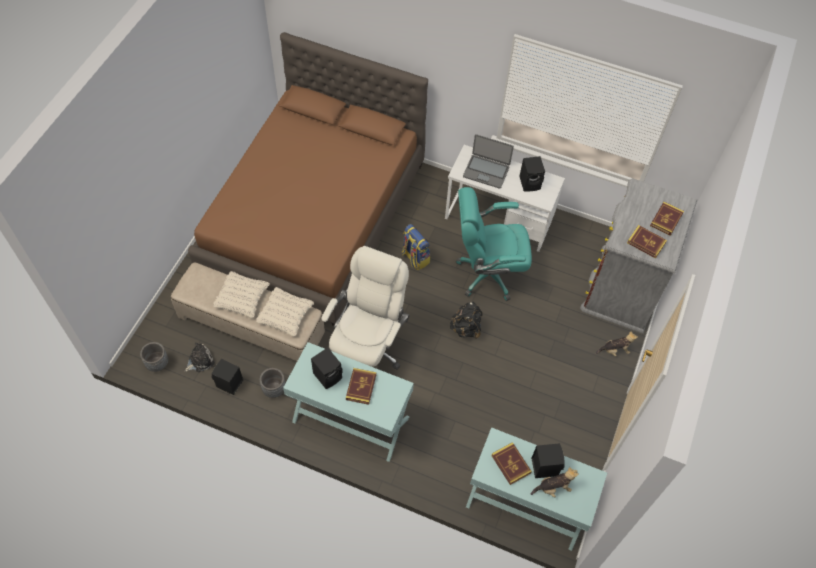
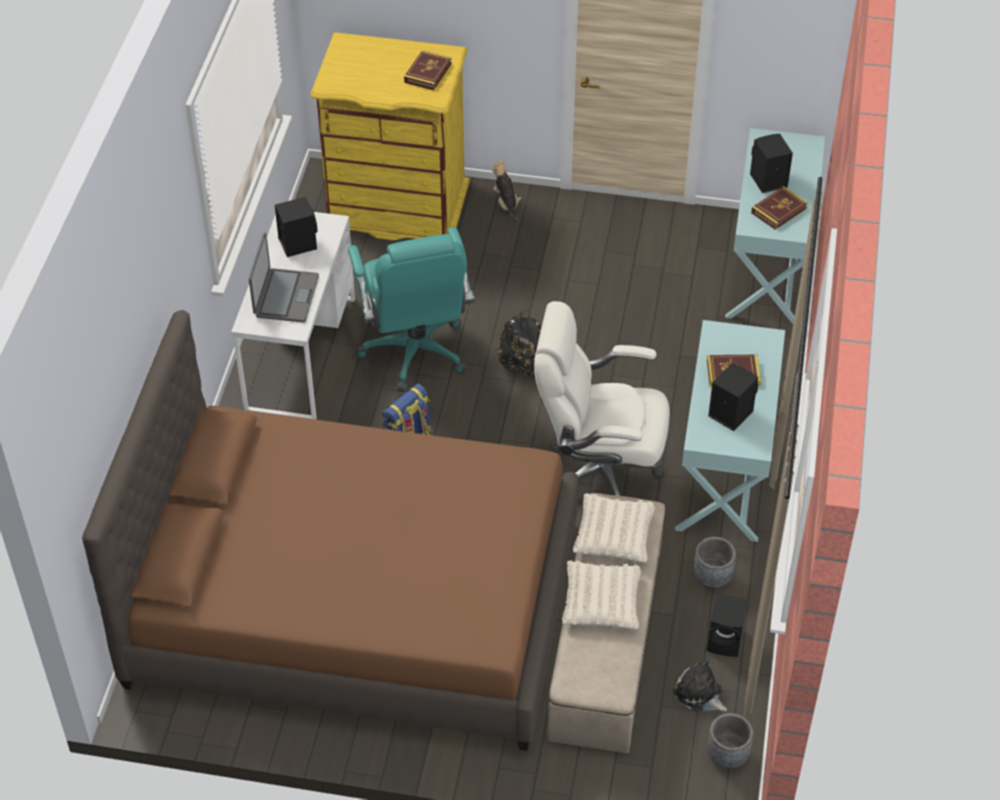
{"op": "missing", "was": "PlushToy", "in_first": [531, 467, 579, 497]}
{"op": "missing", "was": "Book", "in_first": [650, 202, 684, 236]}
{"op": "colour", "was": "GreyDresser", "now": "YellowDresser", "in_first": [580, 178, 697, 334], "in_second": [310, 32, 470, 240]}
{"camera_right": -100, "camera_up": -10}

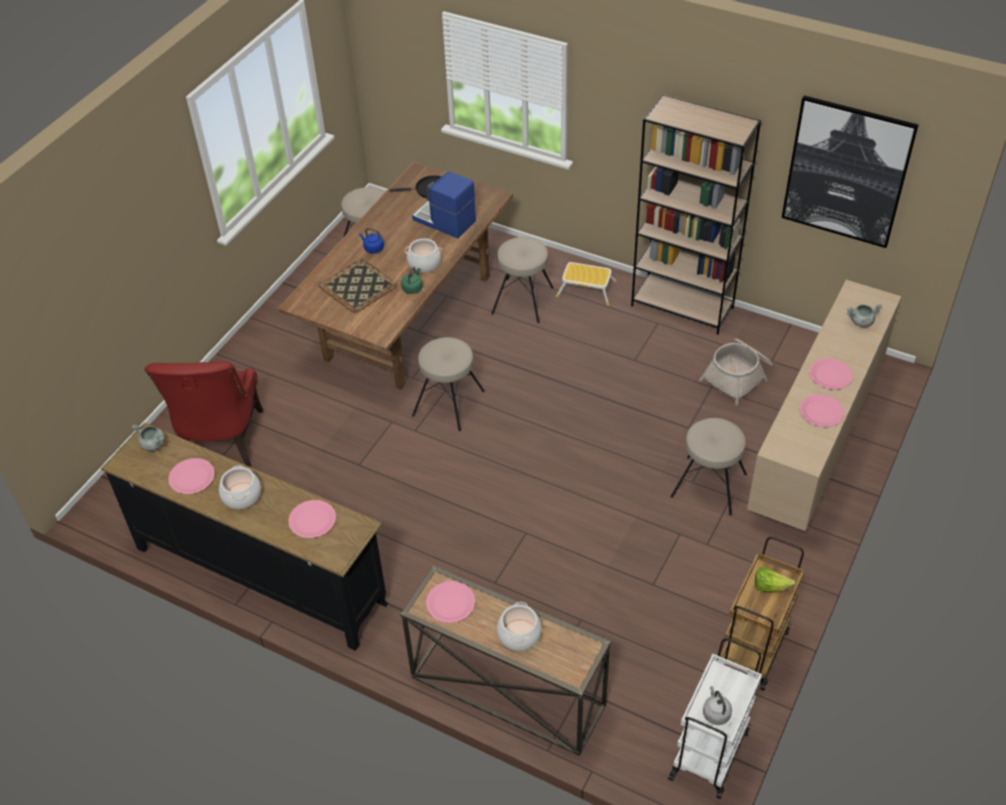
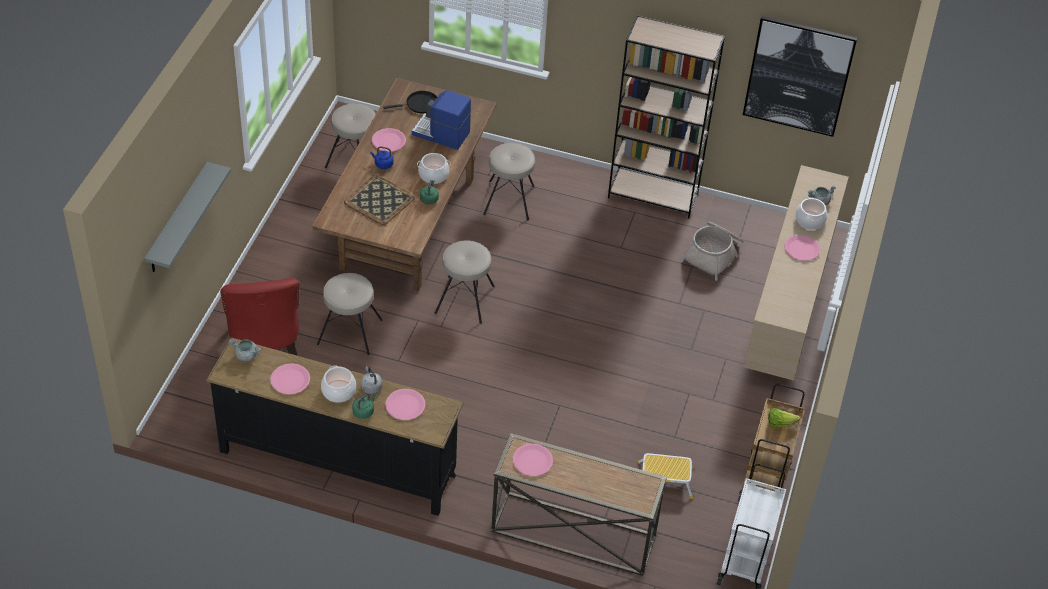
{"op": "appeared", "now": "GreyShelf", "in_second": [144, 162, 231, 272]}
{"op": "appeared", "now": "GreenKettle", "in_second": [352, 393, 376, 419]}
{"op": "relocated", "was": "CookingPot", "in_first": [497, 602, 542, 651], "in_second": [795, 197, 827, 230]}
{"op": "relocated", "was": "YellowStepLadder", "in_first": [556, 262, 617, 306], "in_second": [637, 453, 694, 499]}
{"op": "relocated", "was": "BeigeStool", "in_first": [671, 418, 747, 516], "in_second": [317, 273, 382, 355]}
{"op": "relocated", "was": "GreyKettle", "in_first": [703, 686, 732, 725], "in_second": [361, 366, 382, 394]}
{"op": "relocated", "was": "PinkPlate", "in_first": [800, 394, 844, 427], "in_second": [372, 128, 406, 152]}
{"camera_right": -15, "camera_up": 0}

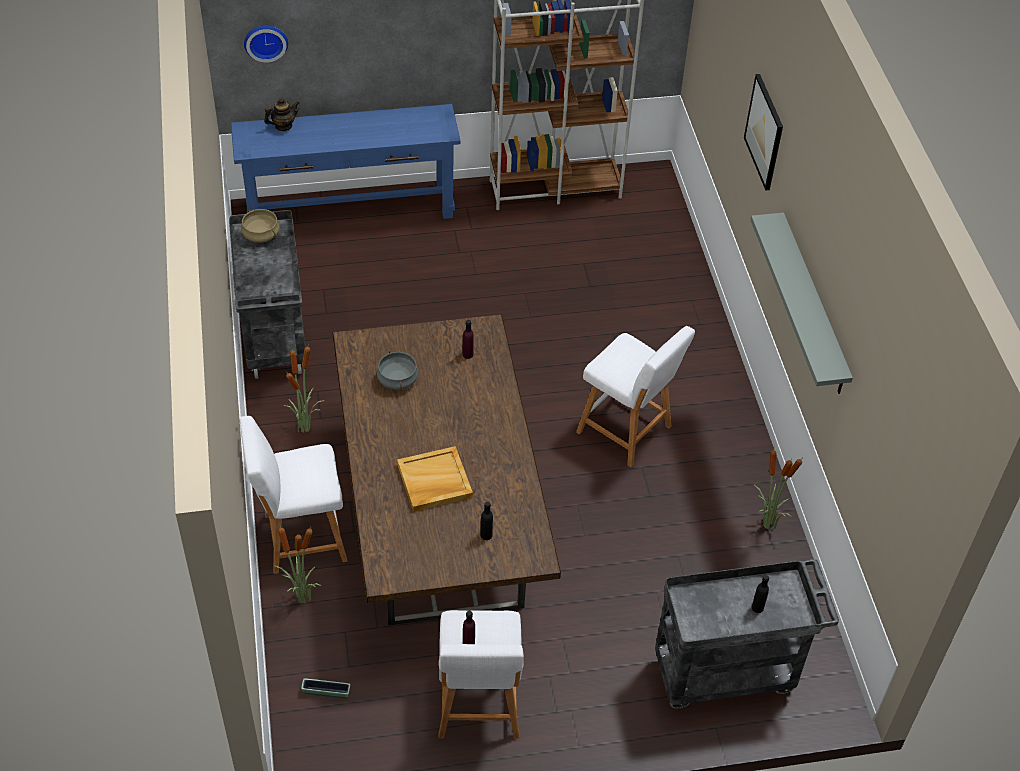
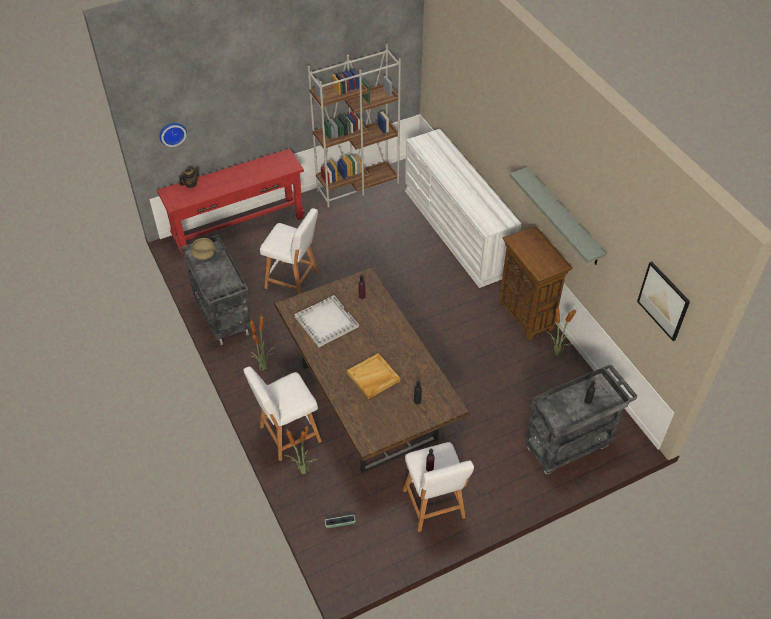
{"op": "appeared", "now": "WhiteDresser", "in_second": [405, 129, 522, 288]}
{"op": "appeared", "now": "BrownCabinet", "in_second": [499, 225, 573, 340]}
{"op": "relocated", "was": "WhiteStool", "in_first": [576, 326, 695, 467], "in_second": [260, 208, 318, 294]}
{"op": "relocated", "was": "Picture", "in_first": [744, 74, 783, 191], "in_second": [637, 261, 690, 341]}
{"op": "exchanged", "was": "GreyCookingPot", "now": "WhiteTray", "in_first": [377, 351, 419, 390], "in_second": [295, 295, 359, 347]}
{"op": "colour", "was": "BlueConsoleTable", "now": "RedConsoleTable", "in_first": [231, 104, 461, 219], "in_second": [157, 148, 304, 258]}
{"camera_right": -15, "camera_up": 0}

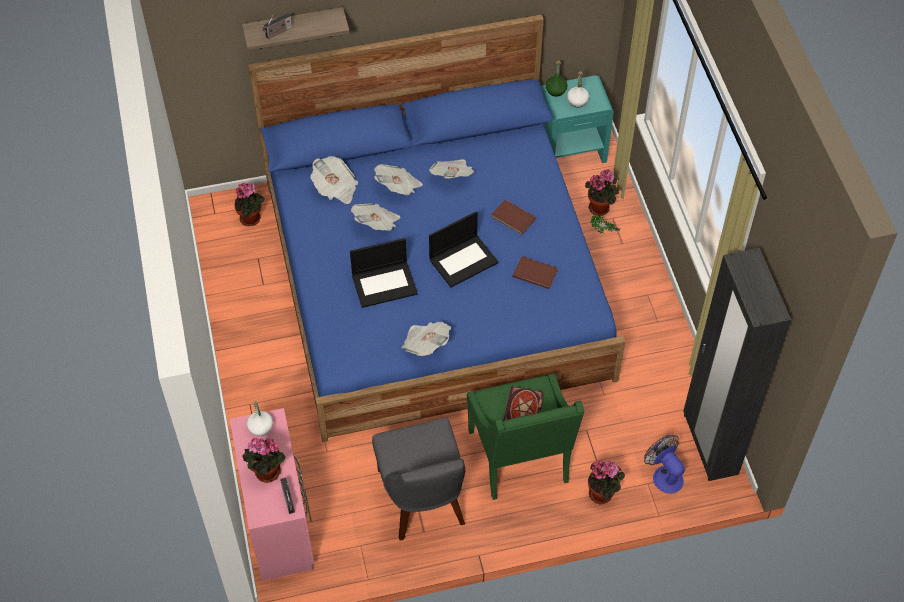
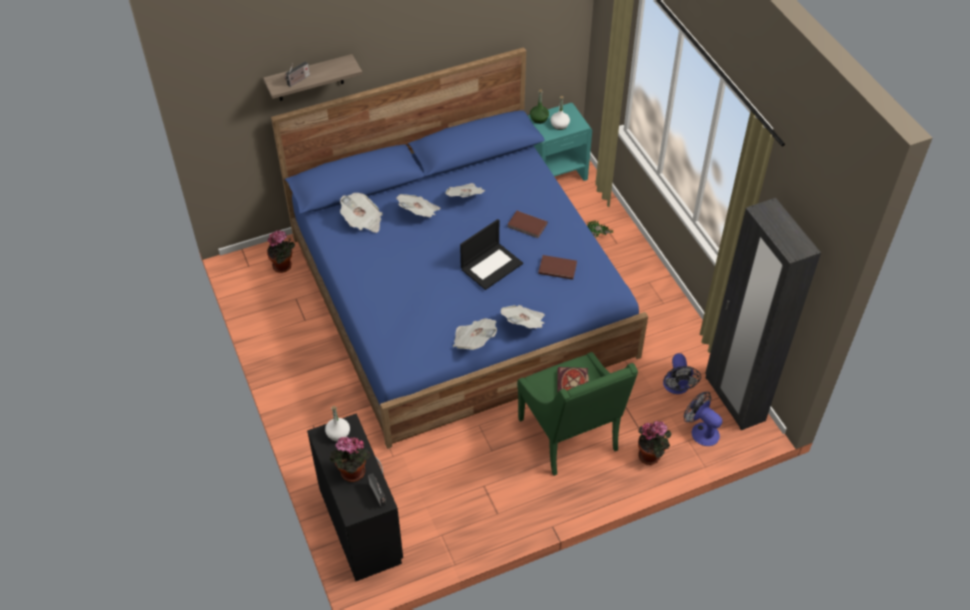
{"op": "missing", "was": "Laptop", "in_first": [350, 238, 418, 308]}
{"op": "missing", "was": "GreyChair", "in_first": [372, 418, 465, 541]}
{"op": "missing", "was": "PottedPlant", "in_first": [585, 169, 619, 216]}
{"op": "appeared", "now": "Fan", "in_second": [663, 353, 701, 394]}
{"op": "relocated", "was": "Newspaper", "in_first": [351, 204, 400, 231], "in_second": [501, 305, 545, 328]}
{"op": "colour", "was": "PinkDresser", "now": "BlackDresser", "in_first": [230, 408, 314, 581], "in_second": [307, 414, 403, 581]}
{"camera_right": -10, "camera_up": -5}

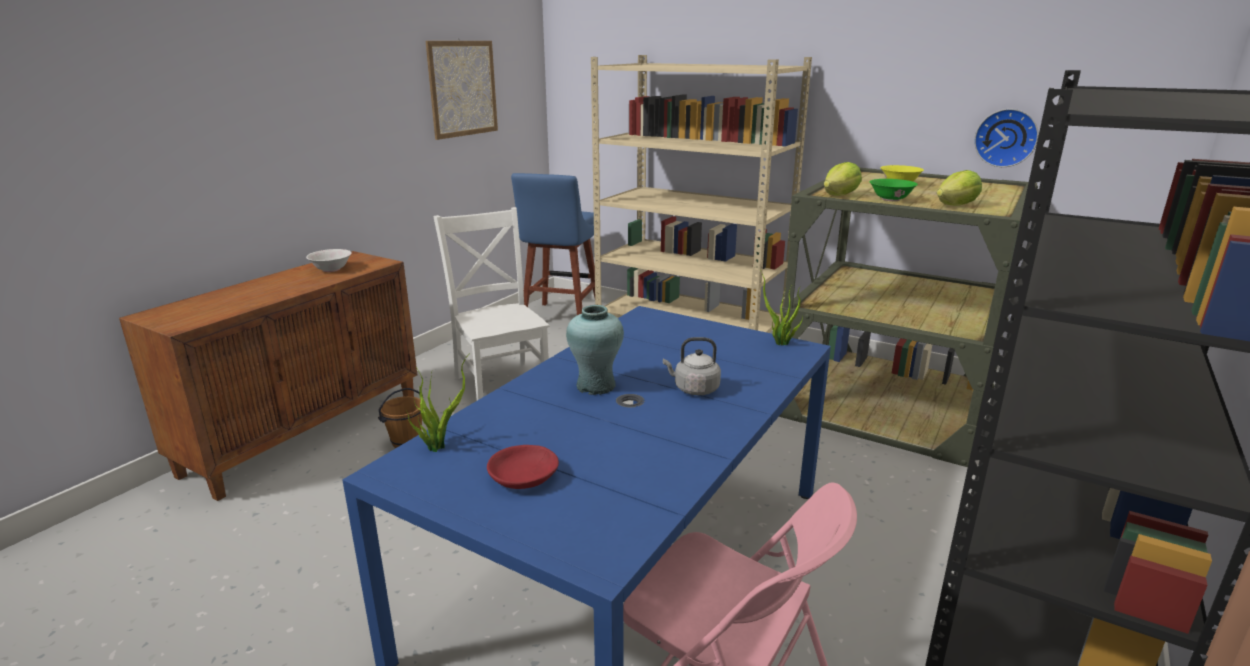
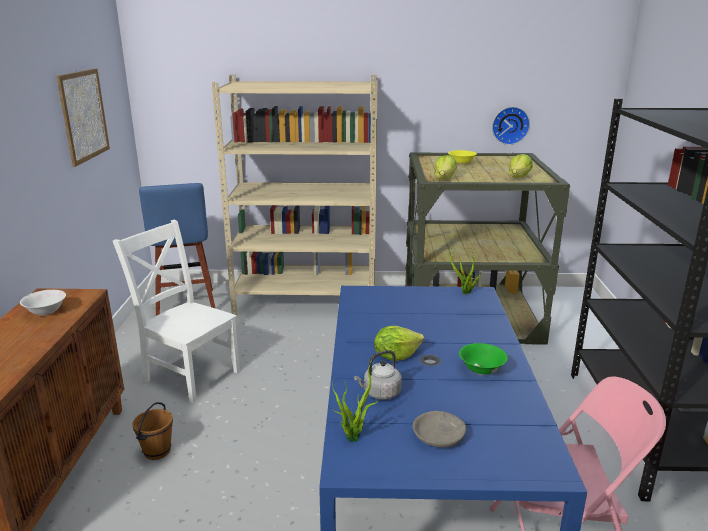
{"op": "relocated", "was": "GreyKettle", "in_first": [663, 337, 721, 395], "in_second": [354, 350, 402, 400]}
{"op": "relocated", "was": "GreenBowl", "in_first": [869, 179, 918, 201], "in_second": [459, 343, 508, 375]}
{"op": "exchanged", "was": "TurquoiseVase", "now": "Lettuce", "in_first": [566, 305, 624, 395], "in_second": [374, 326, 424, 361]}
{"op": "colour", "was": "RedBowl", "now": "GreyBowl", "in_first": [487, 445, 559, 489], "in_second": [413, 411, 466, 447]}
{"camera_right": -30, "camera_up": 0}

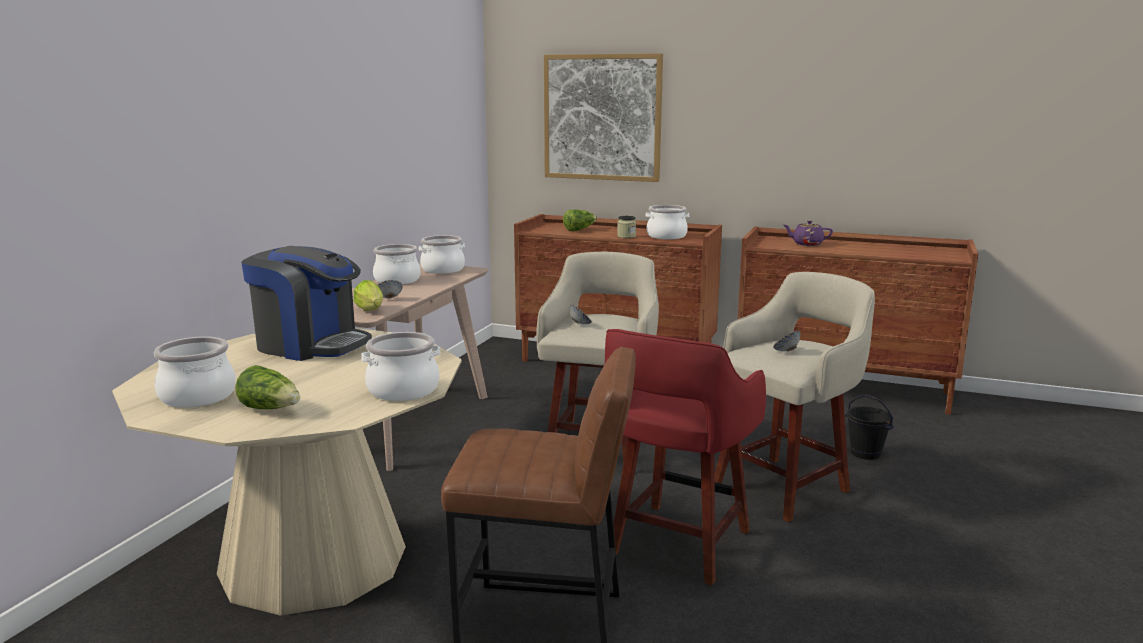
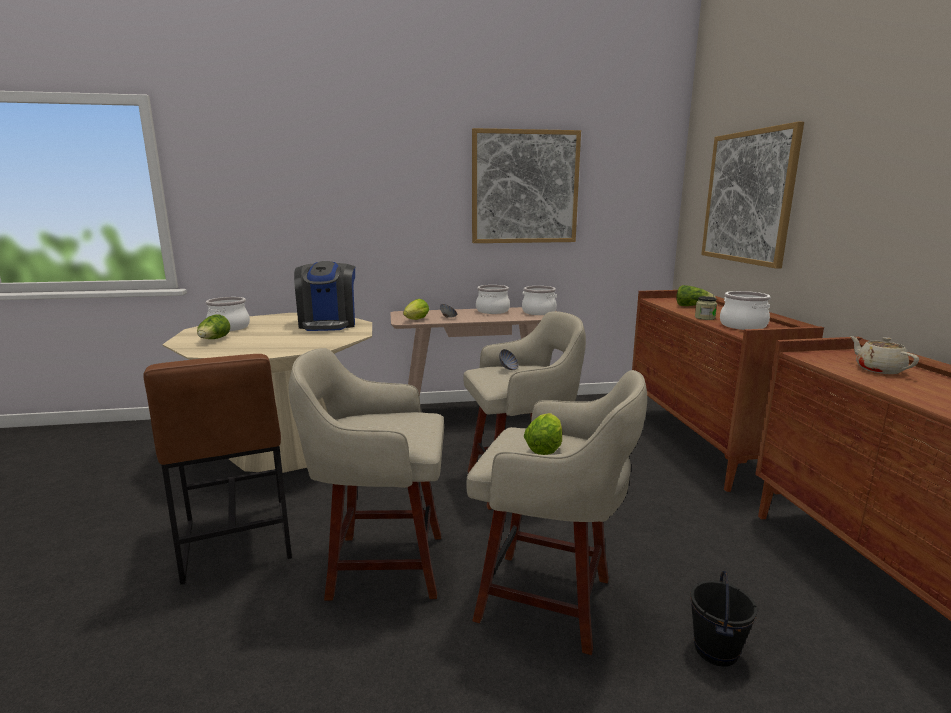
{"op": "missing", "was": "CookingPot", "in_first": [361, 332, 441, 401]}
{"op": "appeared", "now": "Picture", "in_second": [472, 128, 581, 243]}
{"op": "exchanged", "was": "Bowl", "now": "Lettuce", "in_first": [773, 331, 800, 352], "in_second": [524, 413, 562, 455]}
{"op": "colour", "was": "RedStool", "now": "BeigeStool", "in_first": [605, 329, 766, 585], "in_second": [289, 348, 444, 601]}
{"op": "colour", "was": "PurpleTeapot", "now": "BeigeTeapot", "in_first": [783, 220, 833, 246], "in_second": [850, 336, 919, 374]}
{"camera_right": 60, "camera_up": 0}

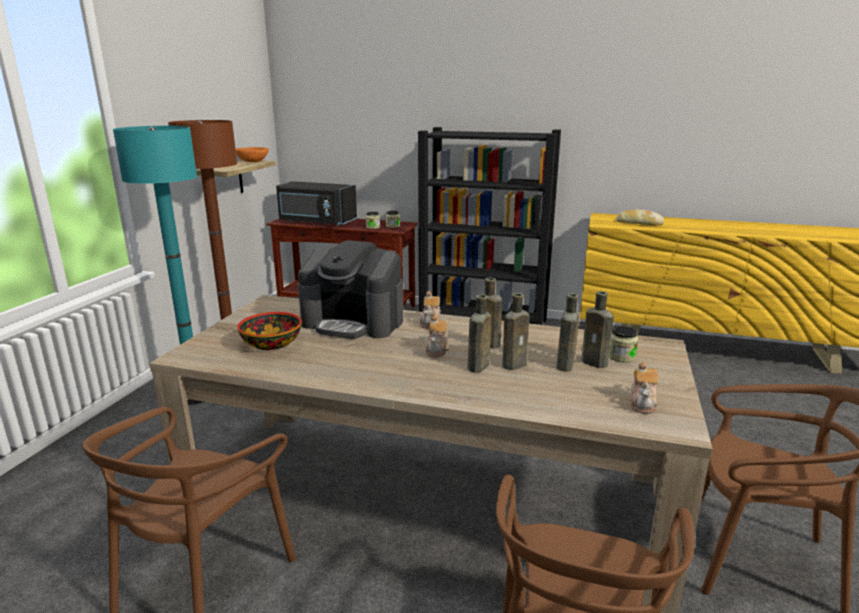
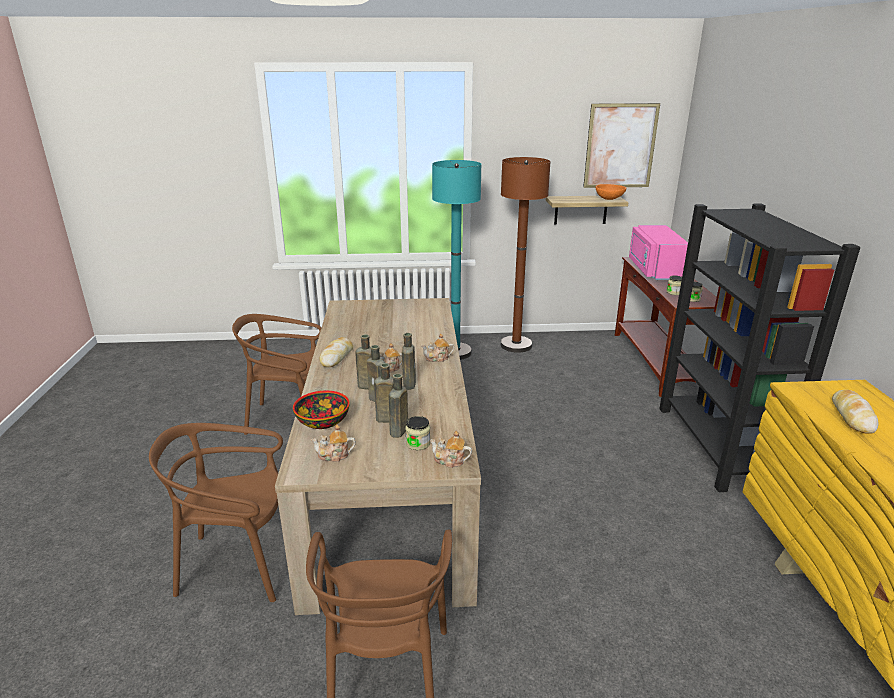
{"op": "missing", "was": "CoffeeMachine", "in_first": [298, 240, 403, 339]}
{"op": "appeared", "now": "Bread", "in_second": [319, 337, 353, 367]}
{"op": "appeared", "now": "Teapot", "in_second": [430, 431, 472, 468]}
{"op": "appeared", "now": "Picture", "in_second": [583, 103, 660, 188]}
{"op": "relocated", "was": "Bowl", "in_first": [237, 312, 302, 350], "in_second": [293, 391, 350, 429]}
{"op": "colour", "was": "BlackMicrowave", "now": "PinkMicrowave", "in_first": [276, 181, 357, 226], "in_second": [629, 225, 688, 280]}
{"camera_right": 70, "camera_up": 5}

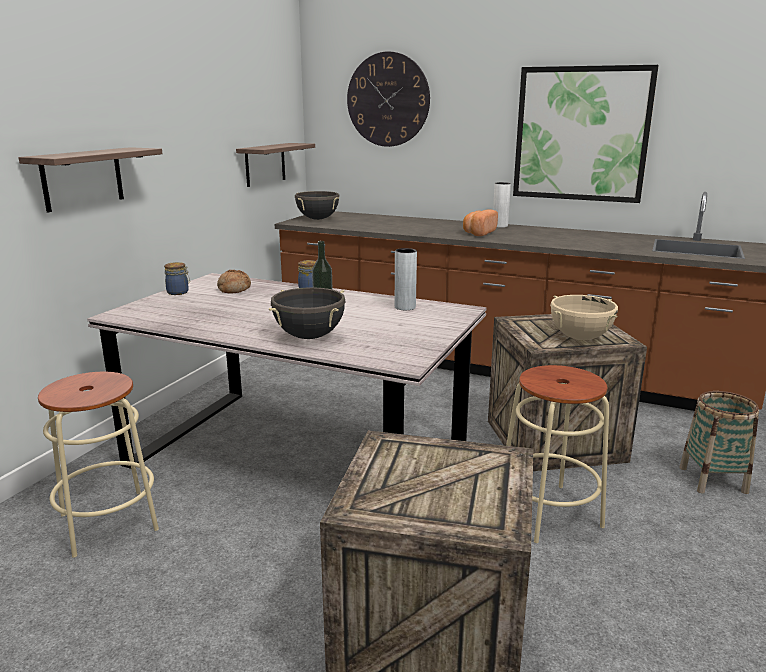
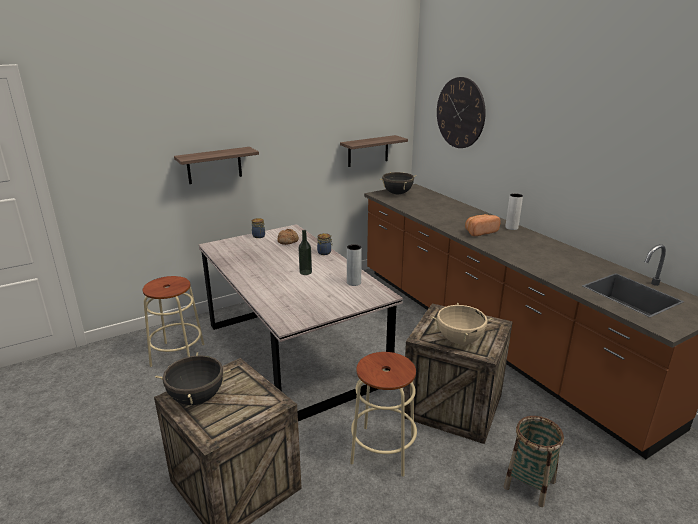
{"op": "missing", "was": "Picture", "in_first": [513, 65, 659, 203]}
{"op": "relocated", "was": "BlackCookingPot", "in_first": [269, 287, 346, 339], "in_second": [155, 352, 230, 405]}
{"camera_right": 35, "camera_up": 5}

